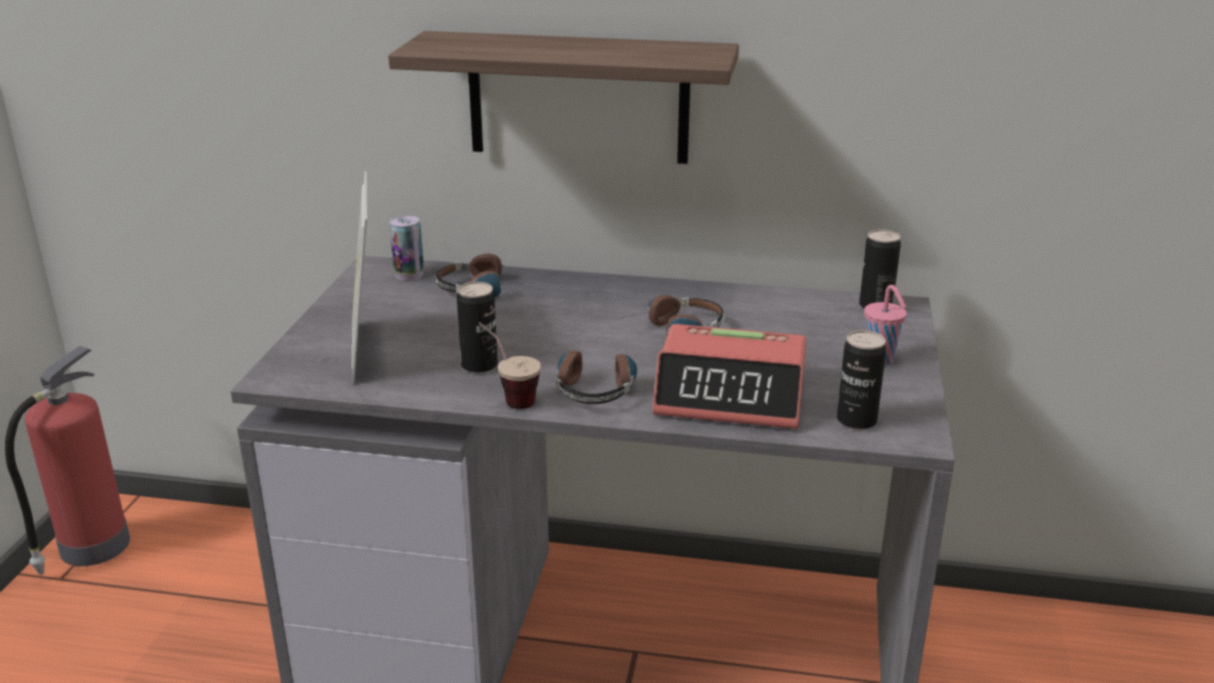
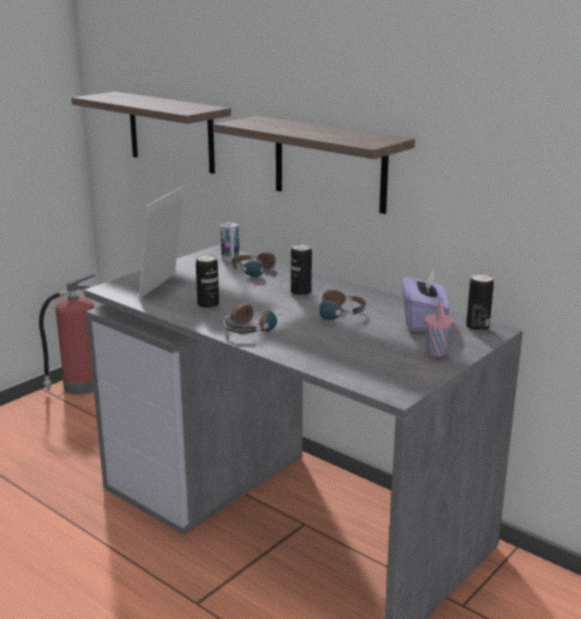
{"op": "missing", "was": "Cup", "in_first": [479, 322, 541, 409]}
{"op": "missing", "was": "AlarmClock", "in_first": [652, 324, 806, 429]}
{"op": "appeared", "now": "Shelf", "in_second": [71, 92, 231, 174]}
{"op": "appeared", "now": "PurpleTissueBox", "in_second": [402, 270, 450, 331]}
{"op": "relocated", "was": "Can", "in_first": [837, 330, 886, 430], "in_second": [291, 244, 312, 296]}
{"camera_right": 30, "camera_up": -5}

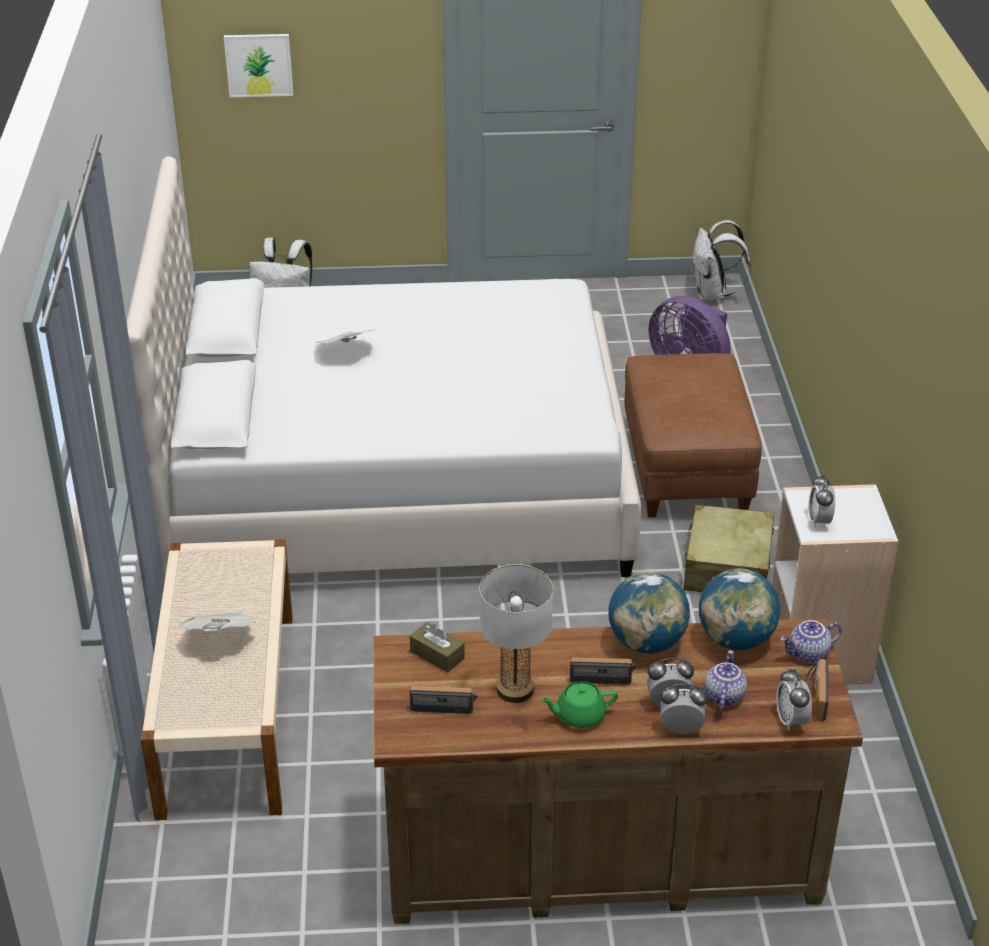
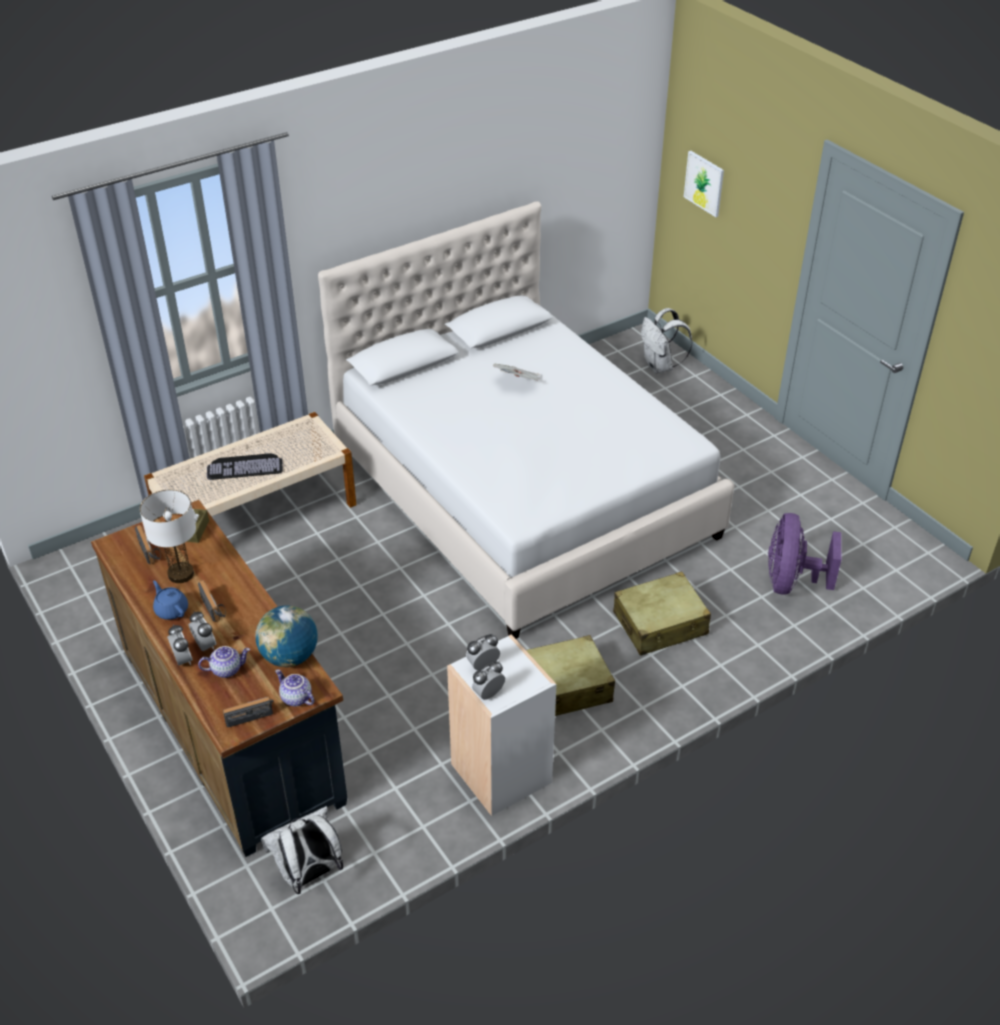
{"op": "missing", "was": "Globe", "in_first": [608, 572, 690, 653]}
{"op": "relocated", "was": "WhiteBackpack", "in_first": [692, 220, 751, 301], "in_second": [261, 806, 343, 894]}
{"op": "relocated", "was": "AlarmClock", "in_first": [776, 668, 812, 731], "in_second": [472, 661, 505, 700]}
{"op": "exchanged", "was": "Newspaper", "now": "Keyboard", "in_first": [179, 611, 256, 631], "in_second": [207, 453, 283, 480]}
{"op": "exchanged", "was": "BrownOttoman", "now": "BeigeSuitcase", "in_first": [625, 353, 762, 518], "in_second": [613, 571, 711, 656]}
{"op": "colour", "was": "GreenTeapot", "now": "BlueTeapot", "in_first": [540, 681, 618, 728], "in_second": [153, 580, 188, 620]}
{"camera_right": 60, "camera_up": 5}

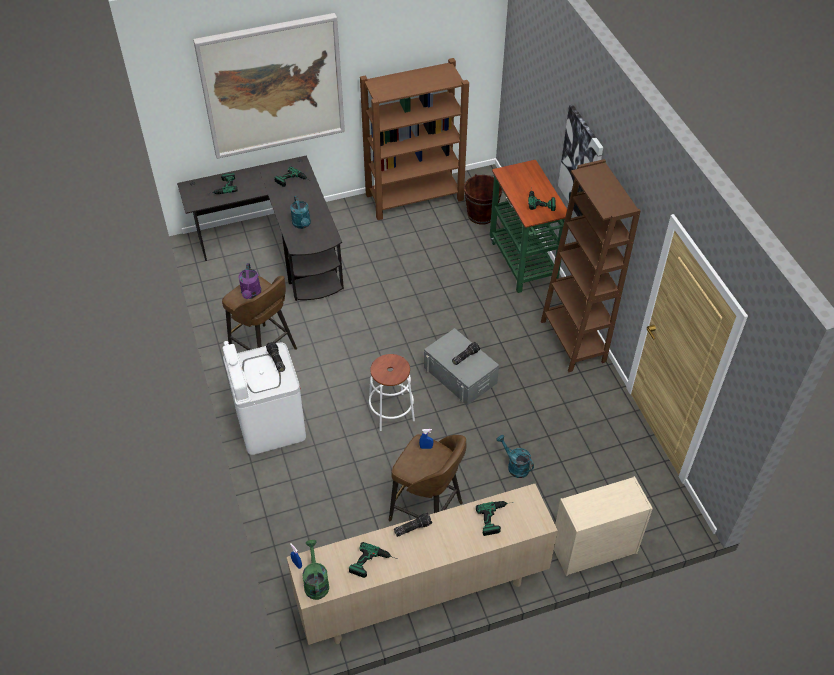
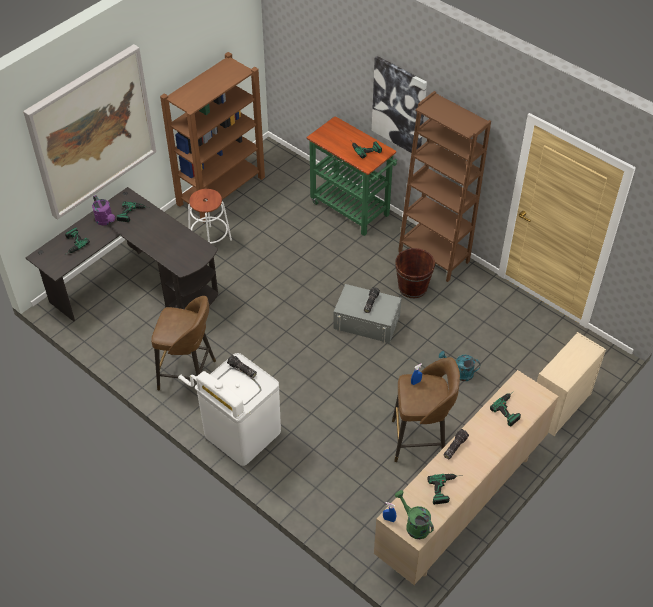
{"op": "missing", "was": "TurquoiseWateringCan", "in_first": [290, 196, 311, 229]}
{"op": "relocated", "was": "PurpleWateringCan", "in_first": [238, 263, 261, 299], "in_second": [92, 195, 115, 226]}
{"op": "relocated", "was": "WhiteStool", "in_first": [369, 354, 415, 431], "in_second": [188, 189, 232, 244]}
{"op": "relocated", "was": "BrownBucket", "in_first": [464, 174, 502, 225], "in_second": [395, 248, 435, 298]}
{"camera_right": -30, "camera_up": 0}

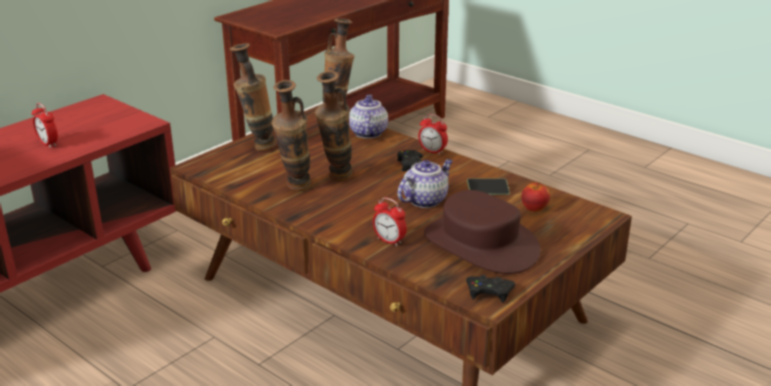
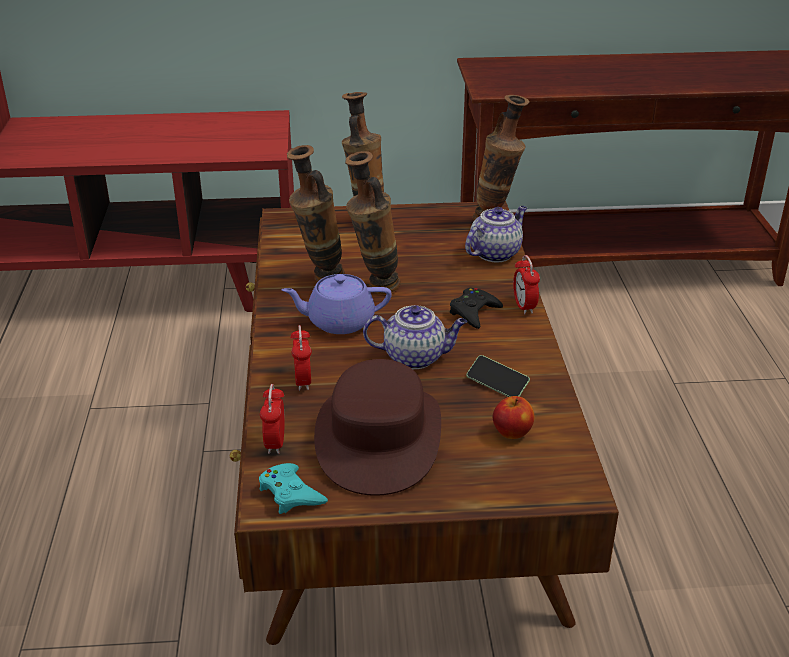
{"op": "appeared", "now": "PurpleTeapot", "in_second": [281, 274, 392, 334]}
{"op": "relocated", "was": "AlarmClock", "in_first": [31, 103, 58, 148], "in_second": [260, 384, 285, 454]}
{"op": "colour", "was": "BlackGameController", "now": "TurquoiseGameController", "in_first": [466, 275, 515, 303], "in_second": [259, 463, 328, 514]}
{"camera_right": 45, "camera_up": 5}

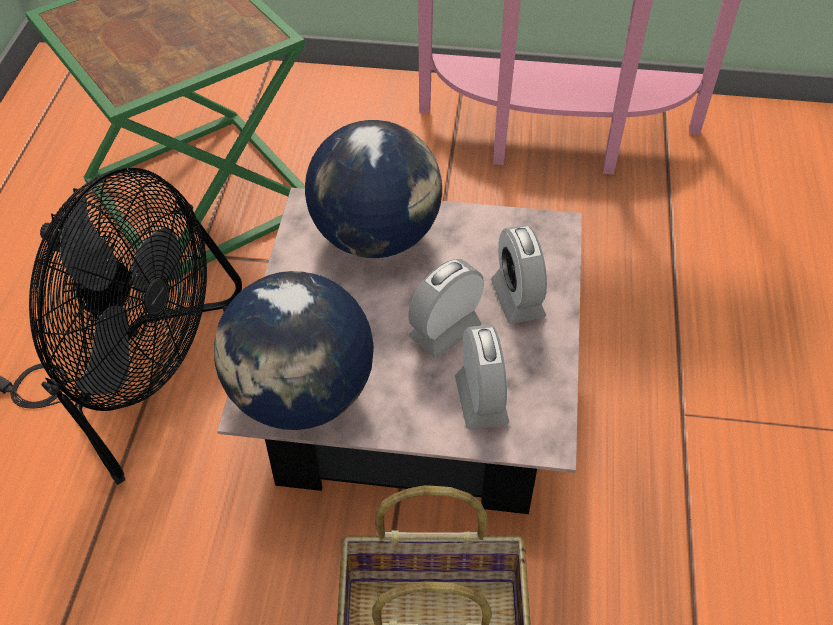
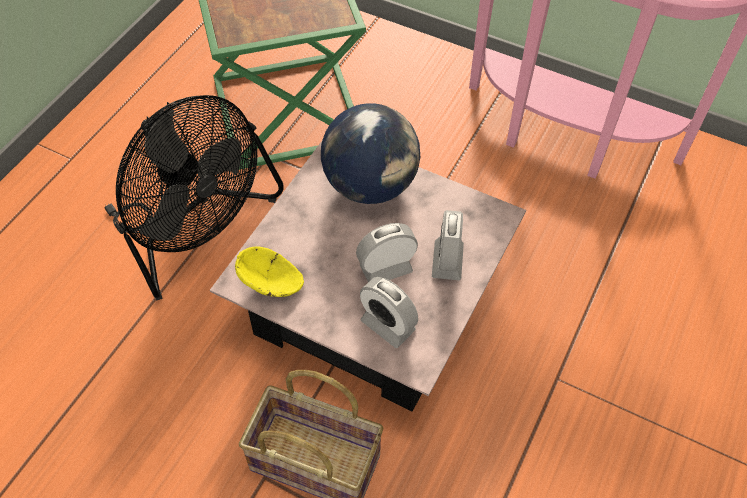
{"op": "exchanged", "was": "Globe", "now": "YellowBowl", "in_first": [214, 271, 374, 430], "in_second": [235, 246, 304, 297]}
{"op": "spun", "was": "AlarmClock", "in_first": [455, 324, 510, 430], "in_second": [360, 277, 418, 348], "clockwise": 120}
{"camera_right": 20, "camera_up": 5}

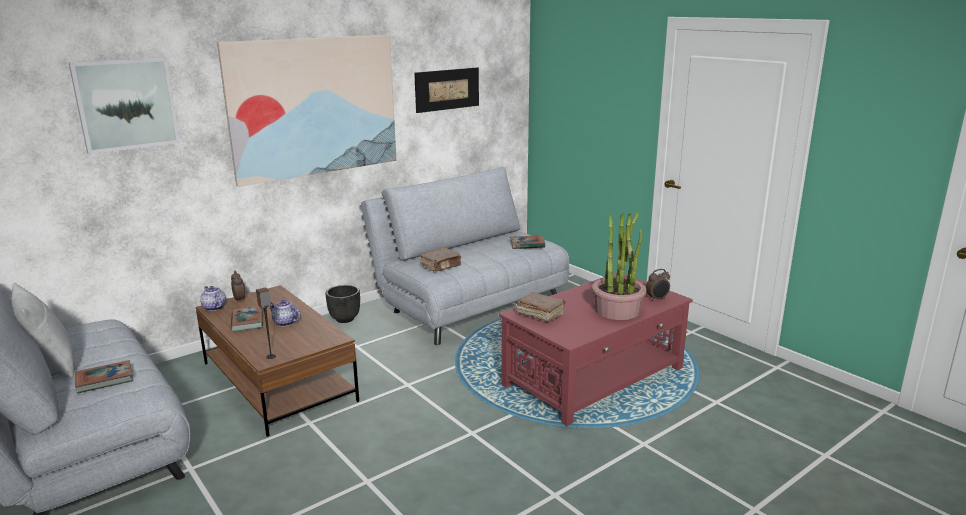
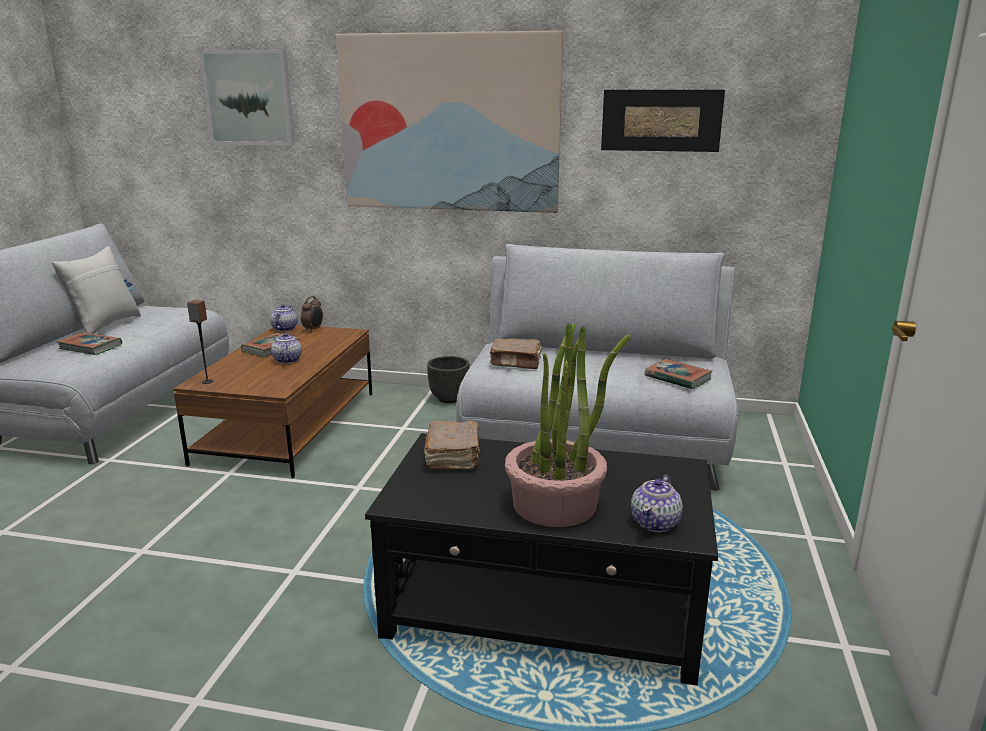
{"op": "exchanged", "was": "AlarmClock", "now": "Teapot", "in_first": [646, 269, 670, 301], "in_second": [631, 475, 683, 532]}
{"op": "colour", "was": "RedCoffeeTable", "now": "BlackCoffeeTable", "in_first": [499, 273, 693, 426], "in_second": [365, 433, 718, 686]}
{"camera_right": 50, "camera_up": 0}

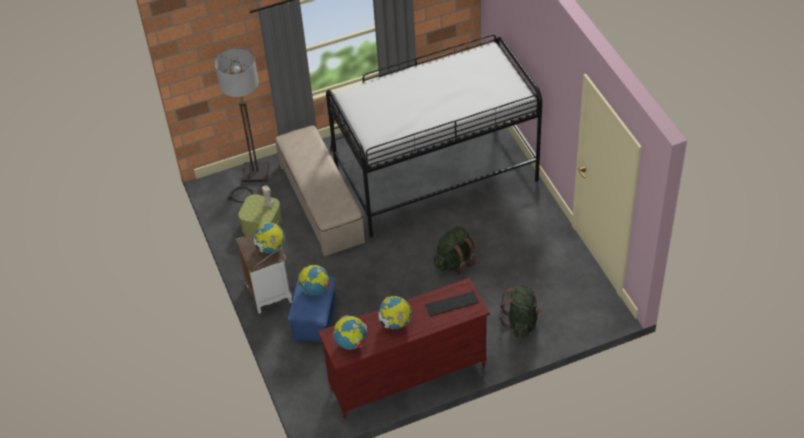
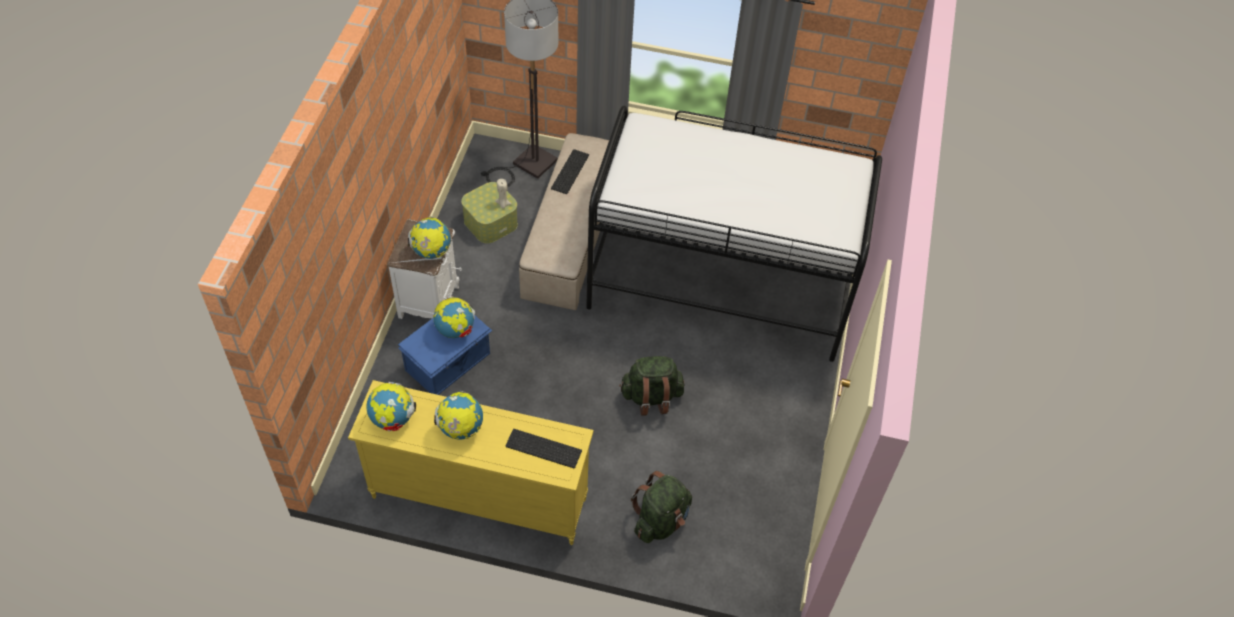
{"op": "appeared", "now": "Keyboard", "in_second": [551, 149, 589, 194]}
{"op": "colour", "was": "RedDresser", "now": "YellowDresser", "in_first": [318, 278, 490, 419], "in_second": [348, 380, 594, 545]}
{"camera_right": 30, "camera_up": 5}

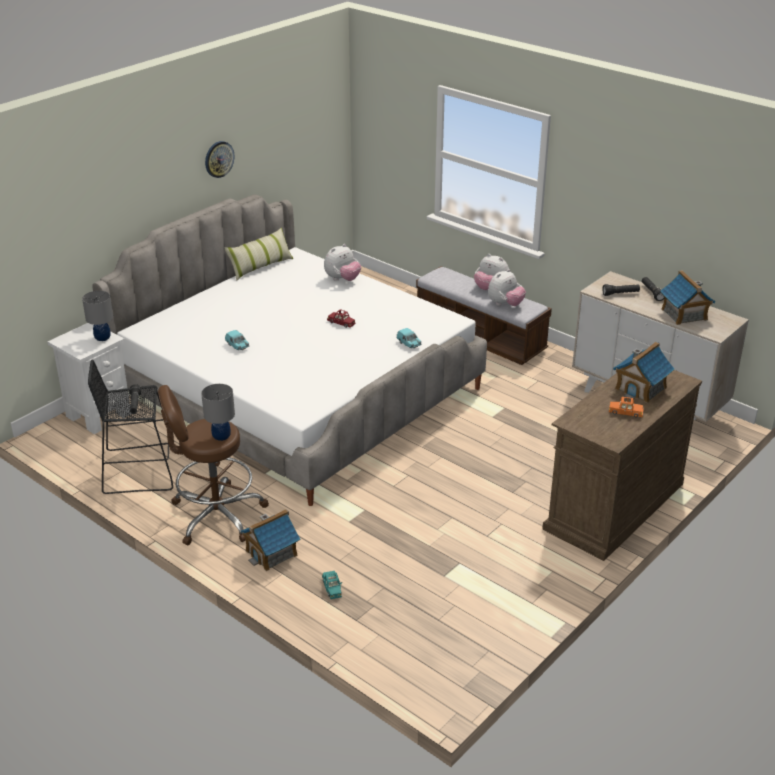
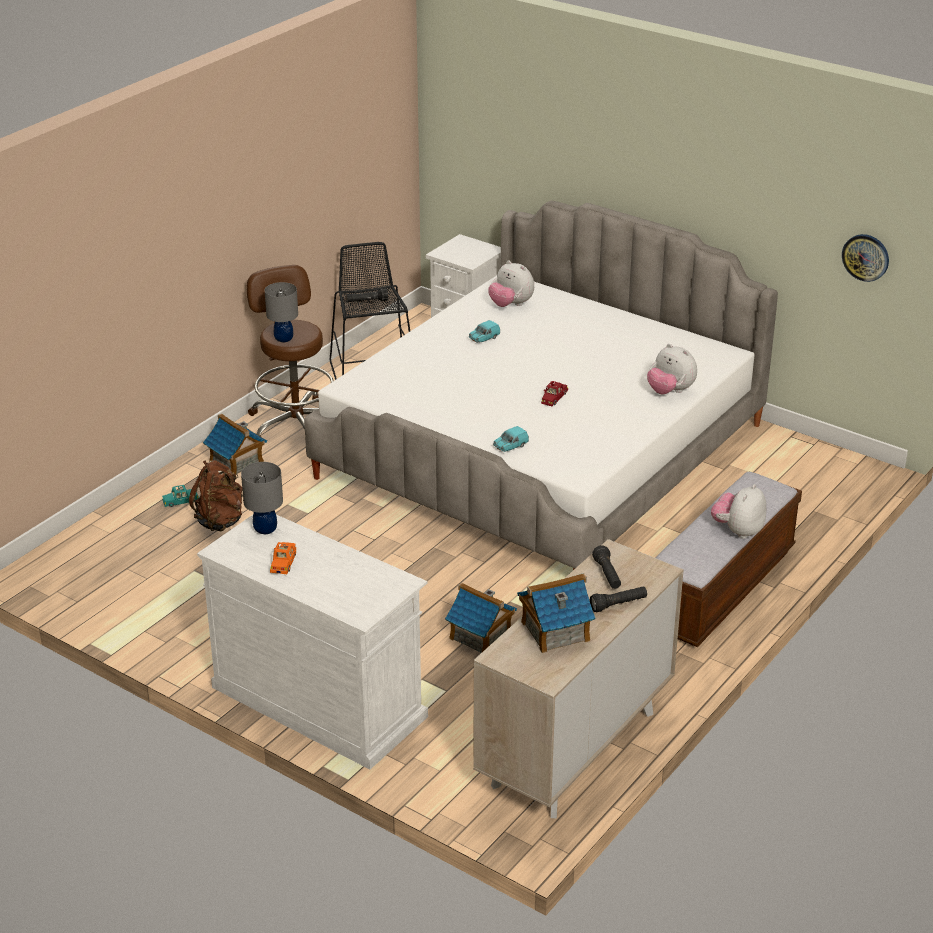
{"op": "missing", "was": "Pillow", "in_first": [225, 228, 293, 281]}
{"op": "appeared", "now": "BrownBackpack", "in_second": [189, 460, 243, 531]}
{"op": "relocated", "was": "GreyTableLamp", "in_first": [82, 291, 113, 341], "in_second": [241, 462, 283, 535]}
{"op": "relocated", "was": "WallClock", "in_first": [205, 141, 234, 178], "in_second": [842, 234, 889, 282]}
{"op": "relocated", "was": "PlushToy", "in_first": [488, 269, 526, 306], "in_second": [488, 260, 534, 307]}
{"op": "relocated", "was": "ToyHouse", "in_first": [613, 342, 675, 403], "in_second": [445, 583, 517, 653]}
{"op": "colour", "was": "BrownDresser", "now": "WhiteDresser", "in_first": [542, 370, 702, 561], "in_second": [197, 515, 428, 769]}
{"camera_right": 85, "camera_up": 0}

